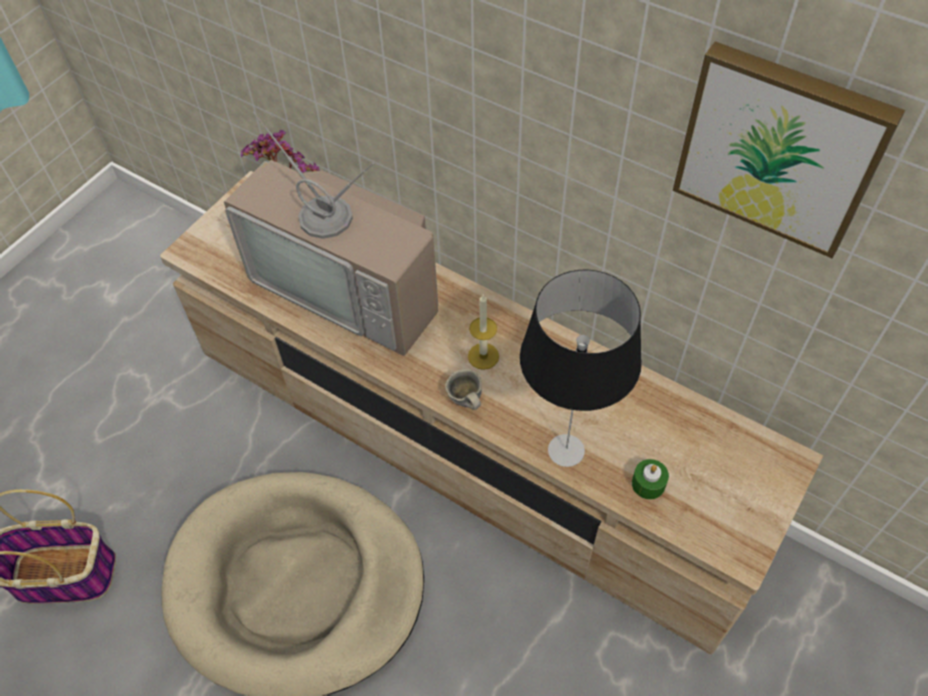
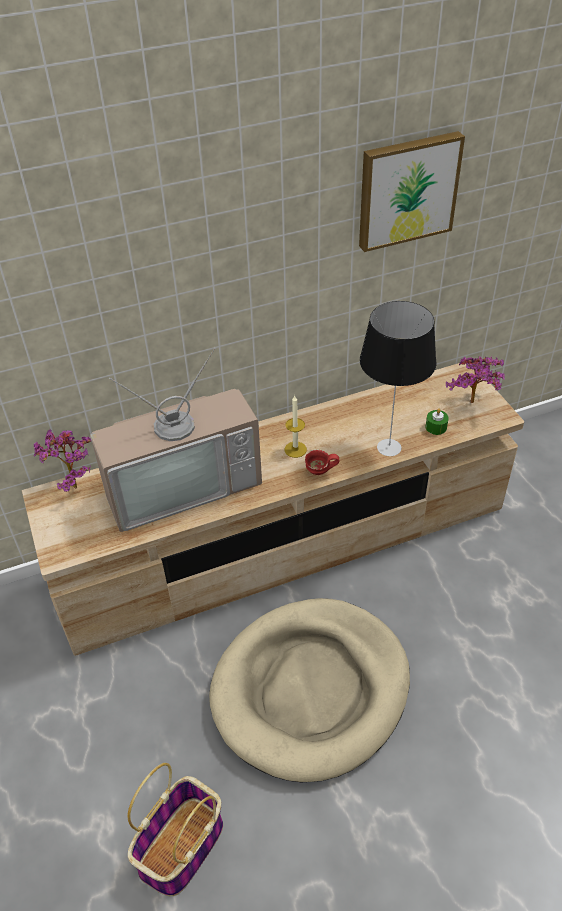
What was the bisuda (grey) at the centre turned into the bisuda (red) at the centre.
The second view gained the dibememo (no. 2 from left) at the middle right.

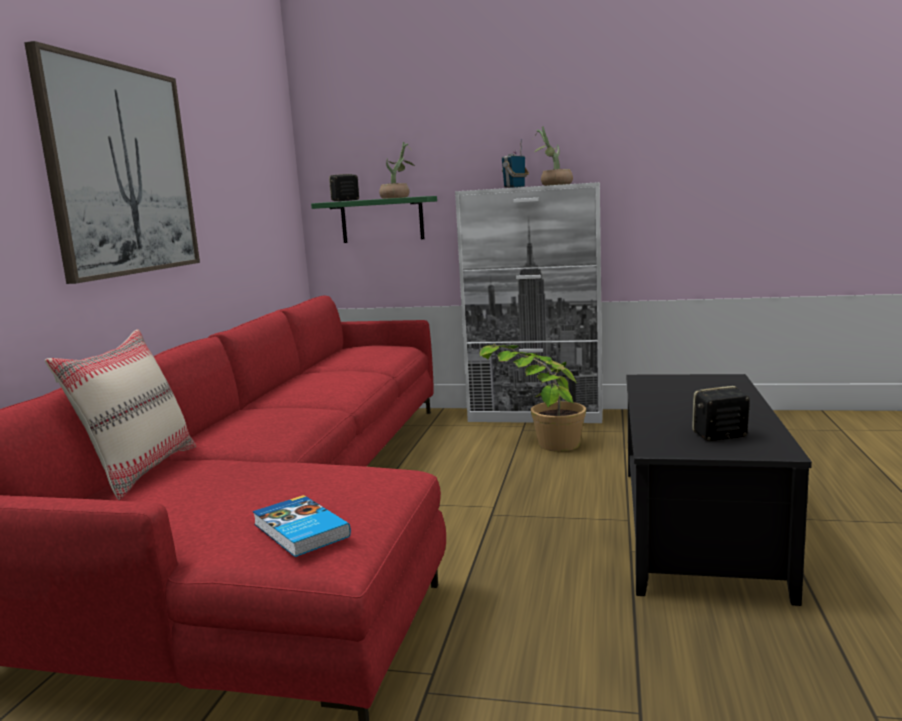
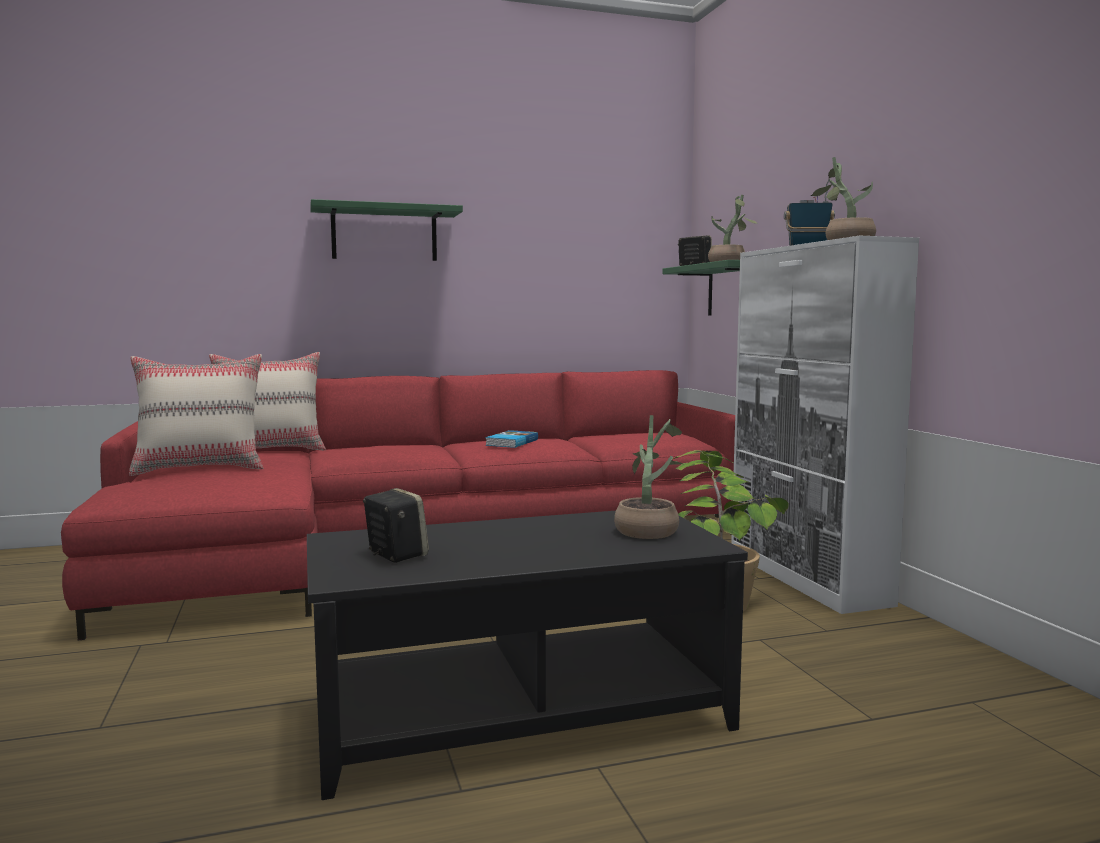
Where the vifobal hung at the top left, the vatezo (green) (no. 1 from left) came to hang at the top centre.
The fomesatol ended up elsewhere, having gone from the bottom centre to the centre.
The second view gained the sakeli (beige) (no. 1 from left) at the middle left.
The second view gained the dibememo (no. 1 from left) at the centre.

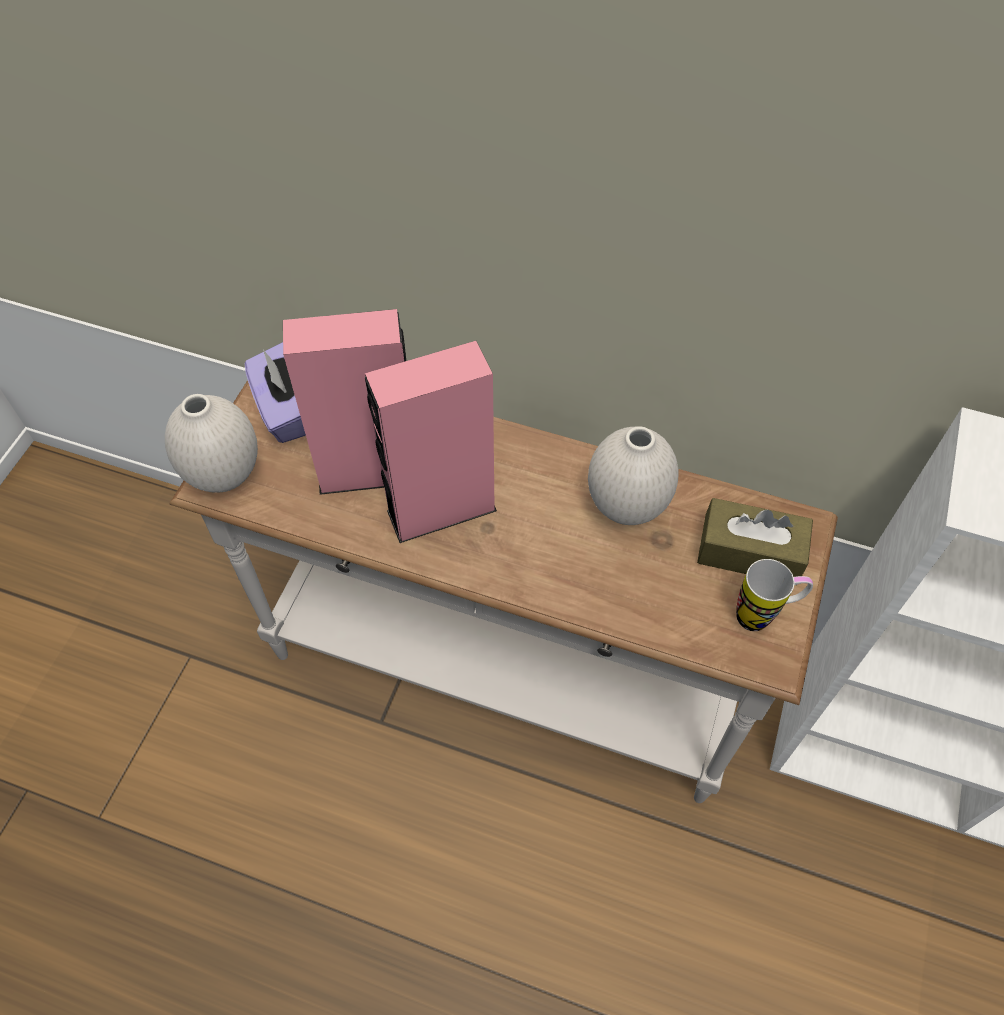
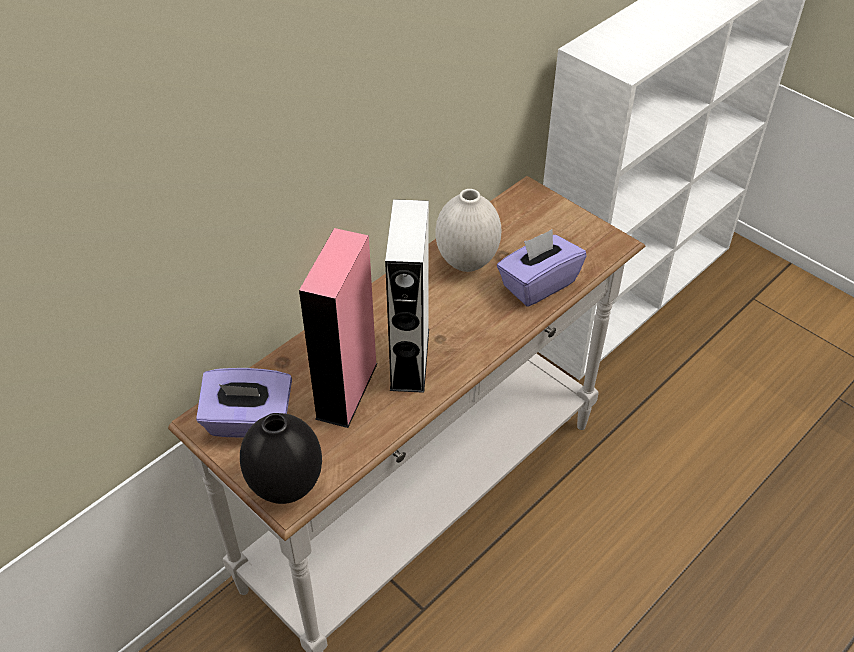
What was the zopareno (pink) (no. 2 from left) at the centre turned into the zopareno (white) at the centre.
What was the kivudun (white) (no. 1 from left) at the middle left turned into the kivudun (black) at the bottom left.
The second view lost the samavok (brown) at the middle right.
The second view lost the bisuda at the middle right.
The second view gained the samavok (purple) (no. 2 from left) at the centre.

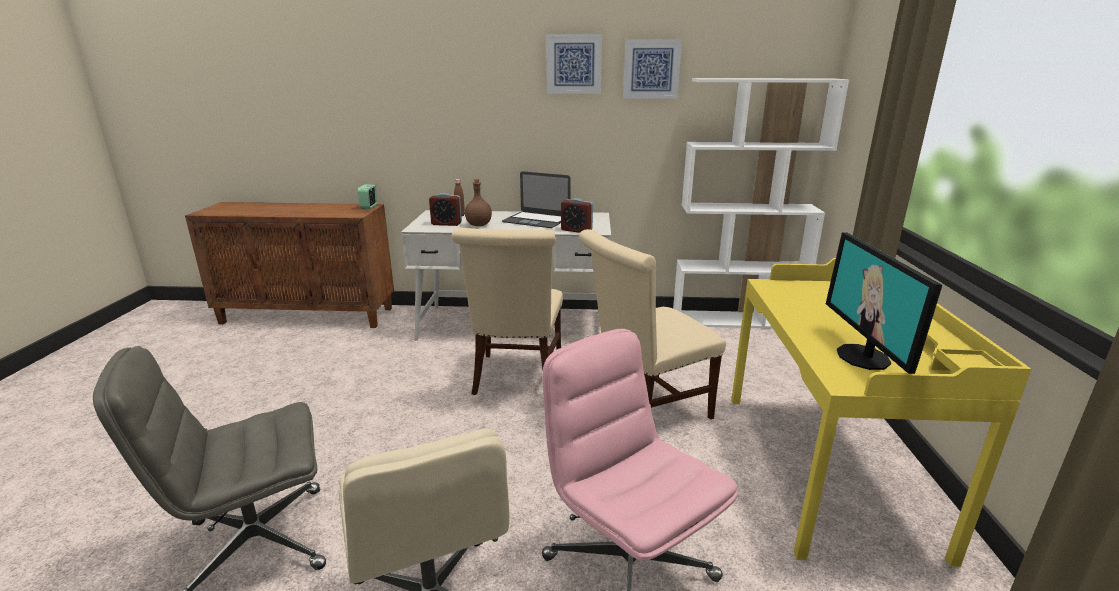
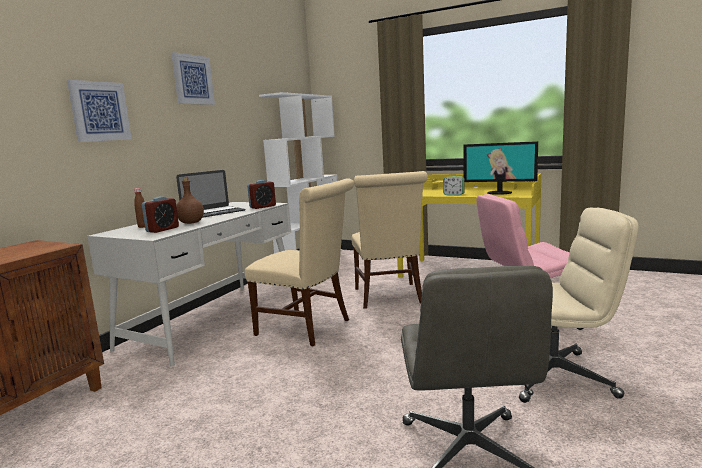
The vifobal (no. 2 from left in the first image) ended up elsewhere, having gone from the top centre to the top left.
The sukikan (no. 1 from left in the first image) ended up elsewhere, having gone from the top left to the centre.

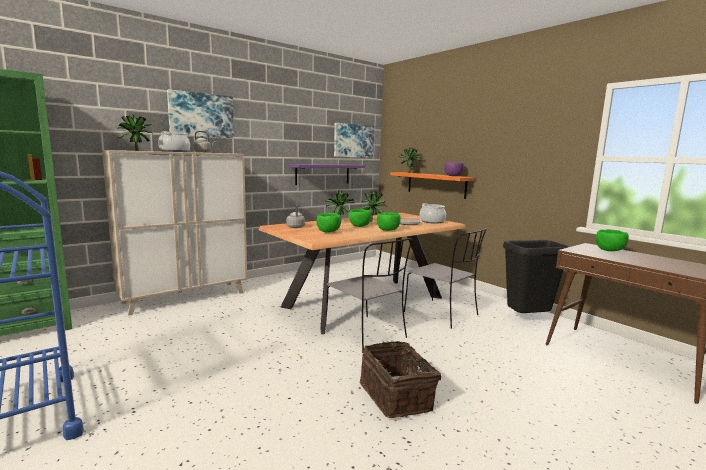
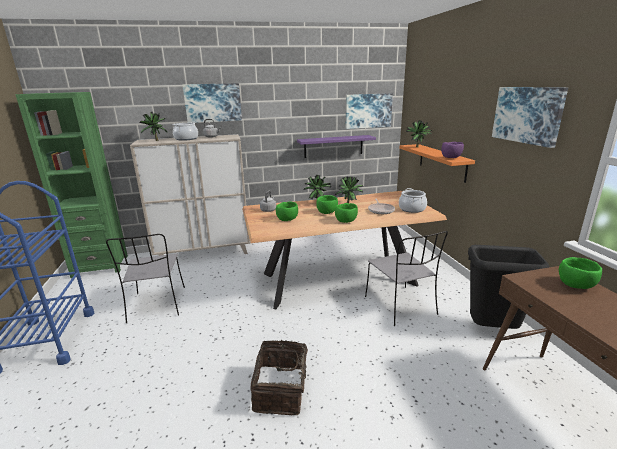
The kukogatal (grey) (no. 1 from left) ended up elsewhere, having gone from the centre to the middle left.
The second view gained the vifobal (no. 3 from left) at the top right.

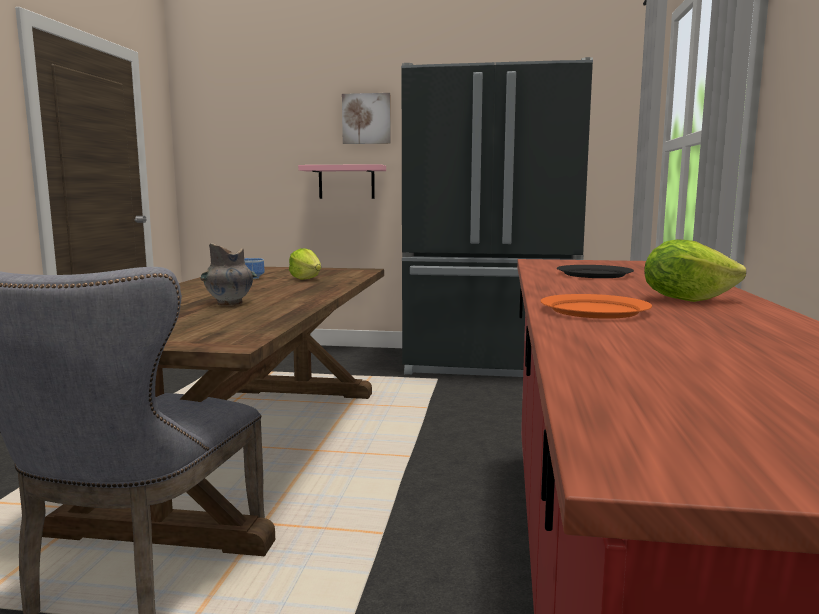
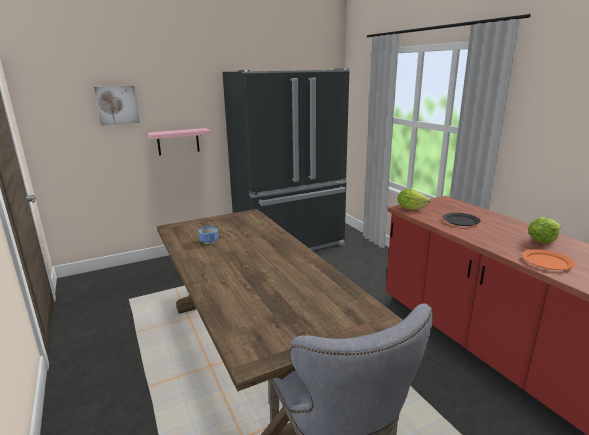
The vifobal ended up elsewhere, having gone from the top centre to the top left.
The second view lost the kivudun (grey) at the middle left.
The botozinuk (no. 1 from left) ended up elsewhere, having gone from the centre to the middle right.

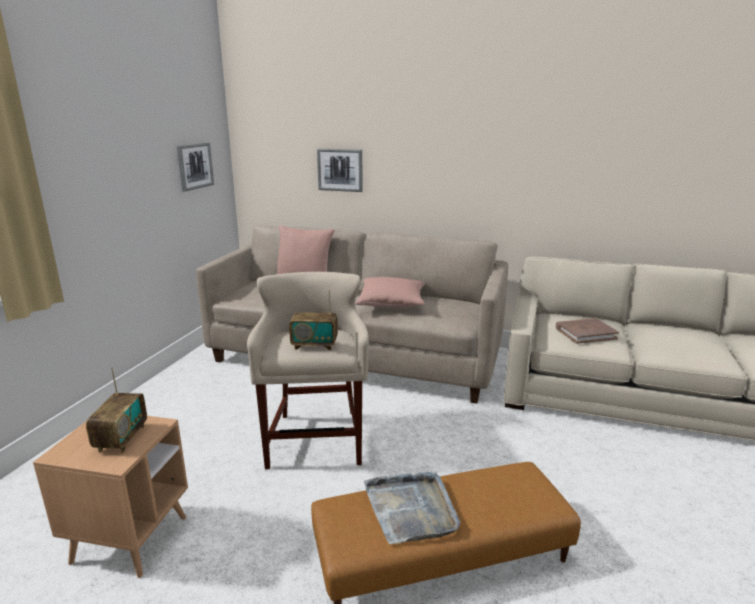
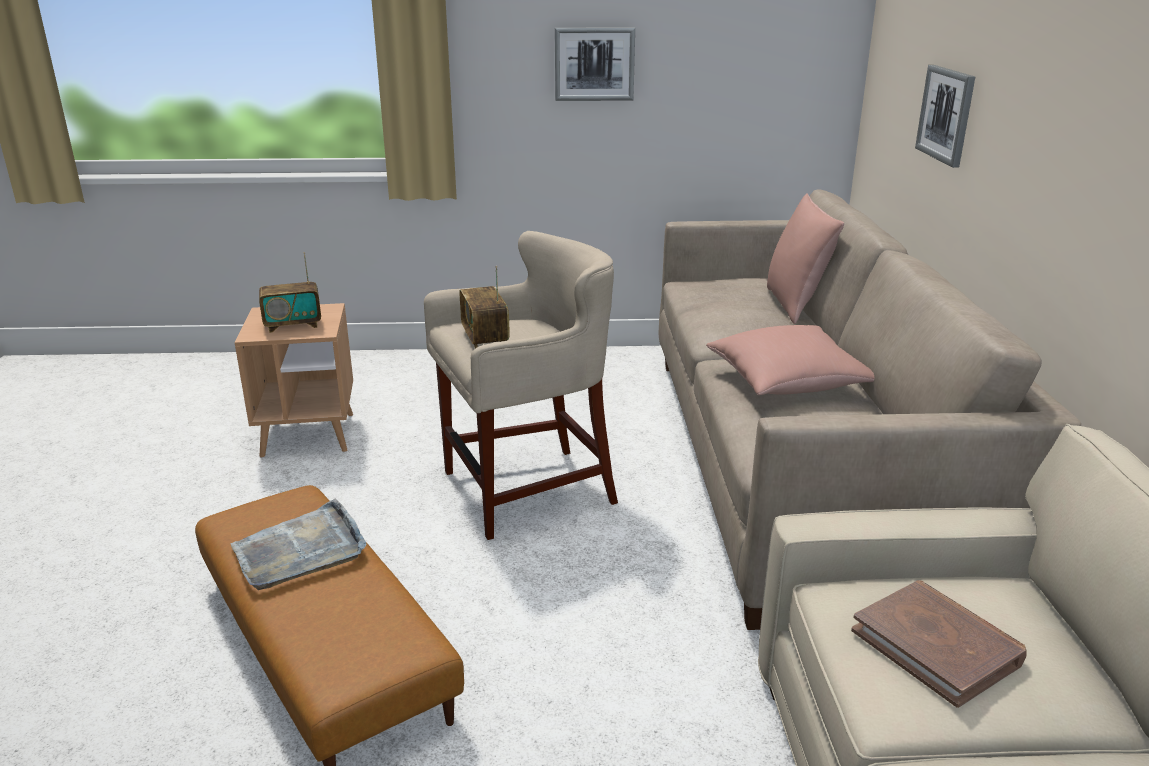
The vifobal (no. 1 from left) ended up elsewhere, having gone from the top left to the top centre.

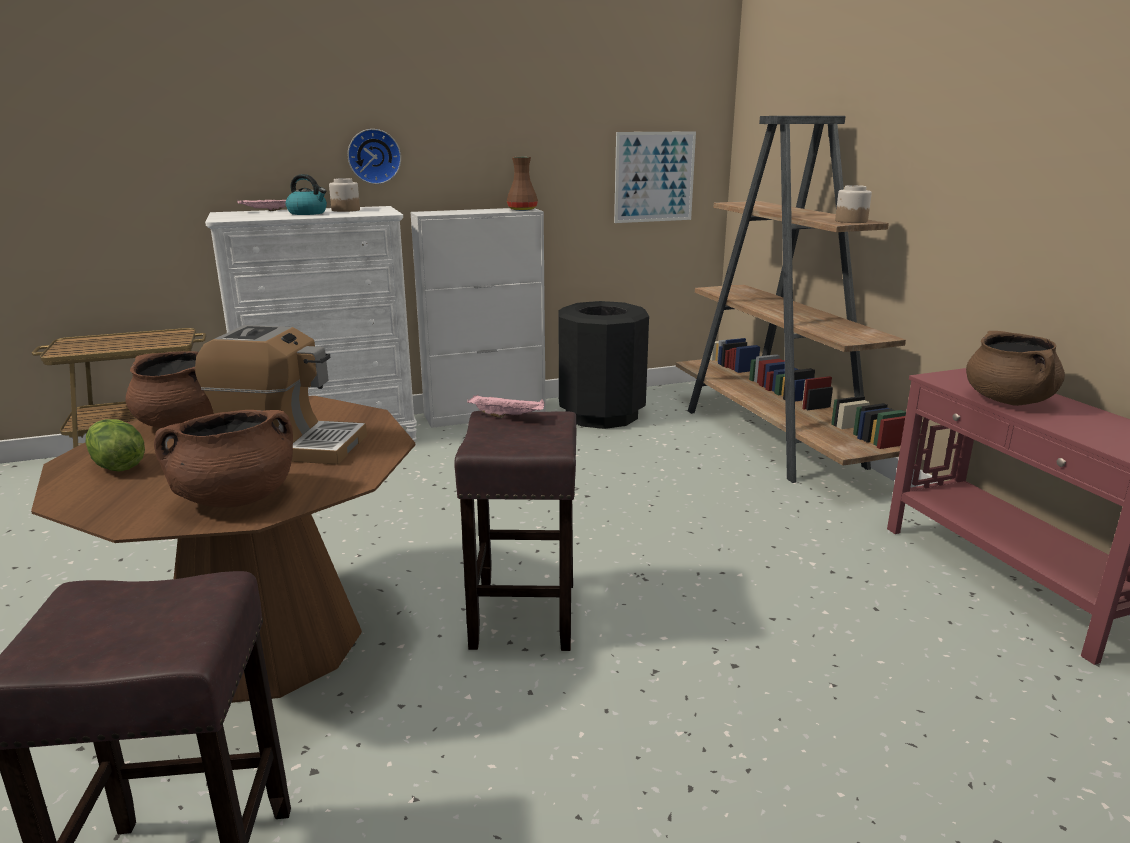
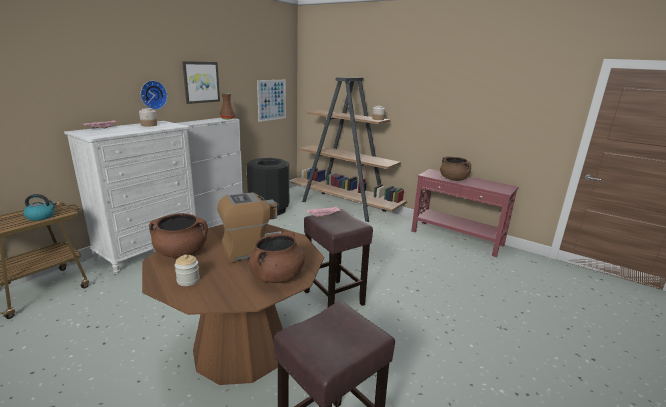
The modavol ended up elsewhere, having gone from the top left to the middle left.
Where the botozinuk stood at the middle left, the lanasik (no. 2 from left) came to stand at the middle left.
The second view gained the vifobal (no. 1 from left) at the top left.

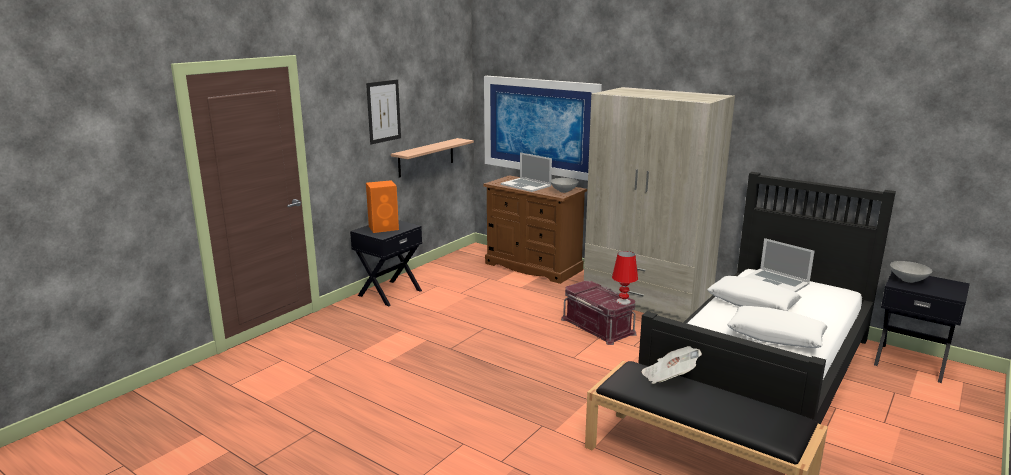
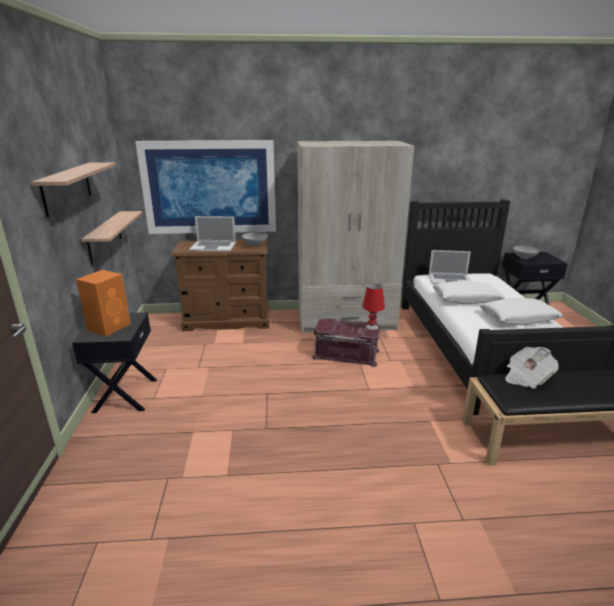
Where the vifobal (no. 1 from left) hung at the top centre, the vatezo (no. 1 from left) came to hang at the top left.

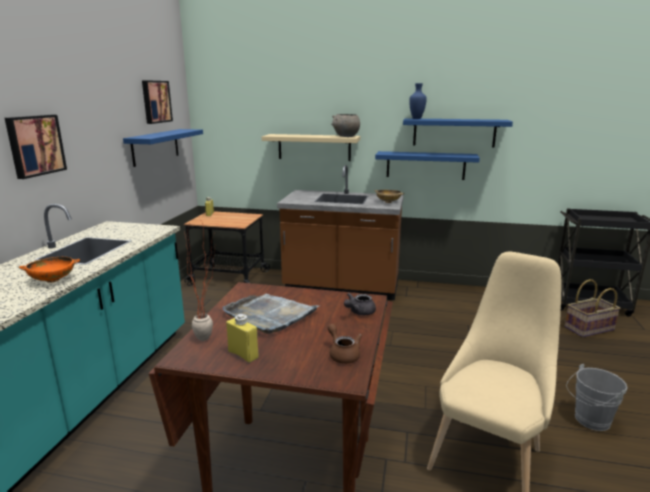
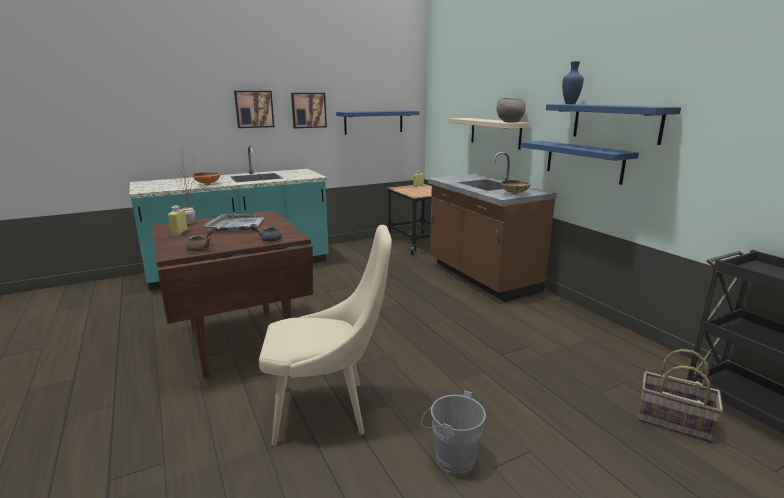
The vifobal (no. 2 from left) ended up elsewhere, having gone from the top left to the top centre.

